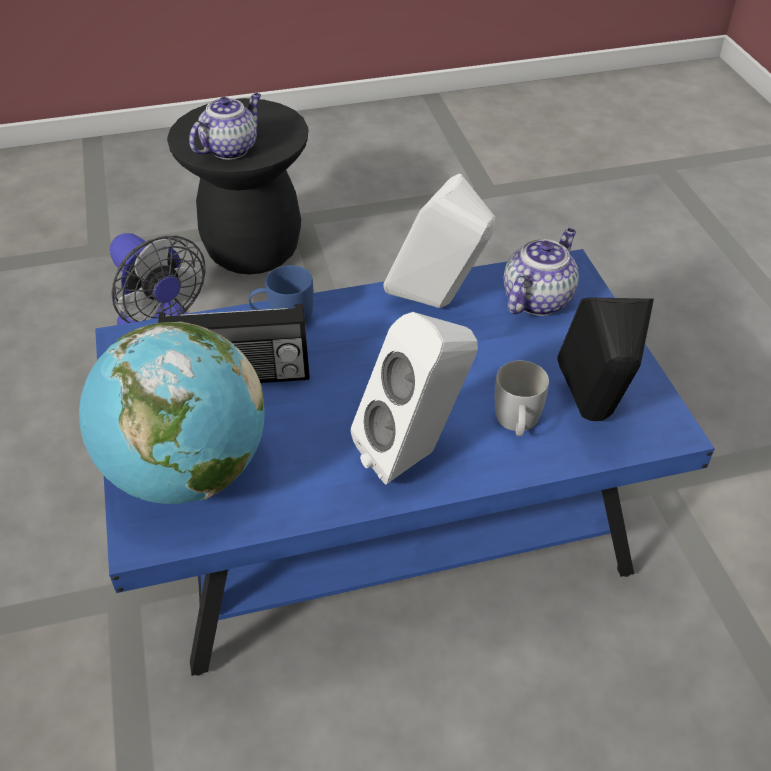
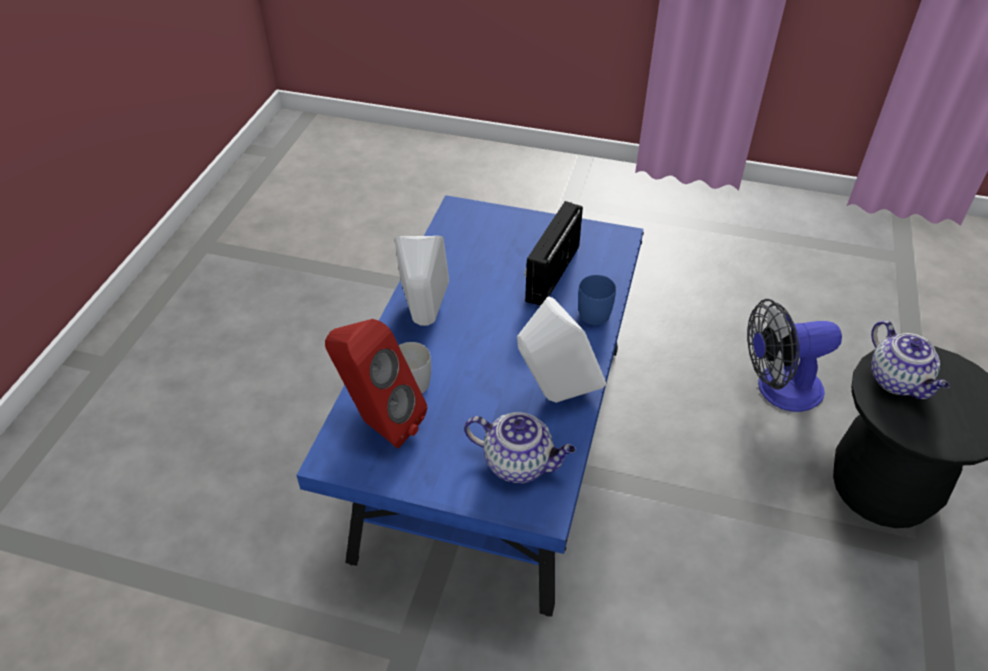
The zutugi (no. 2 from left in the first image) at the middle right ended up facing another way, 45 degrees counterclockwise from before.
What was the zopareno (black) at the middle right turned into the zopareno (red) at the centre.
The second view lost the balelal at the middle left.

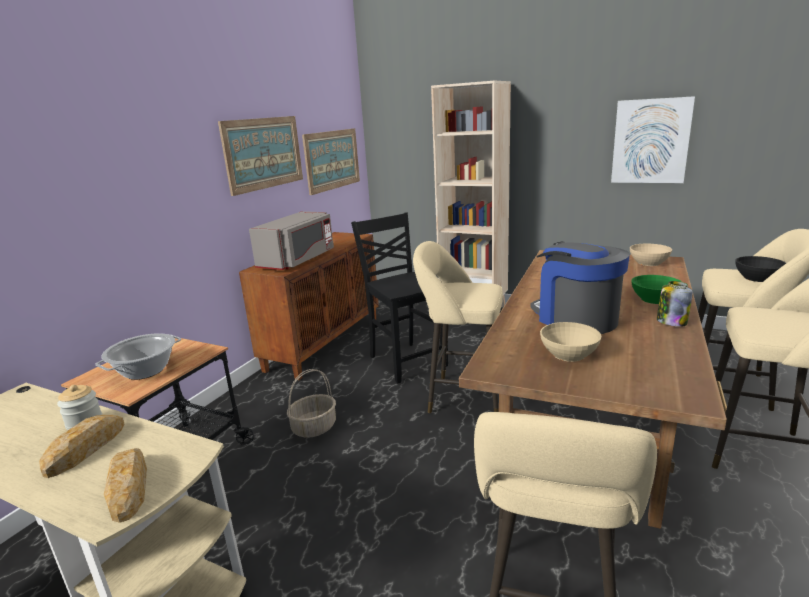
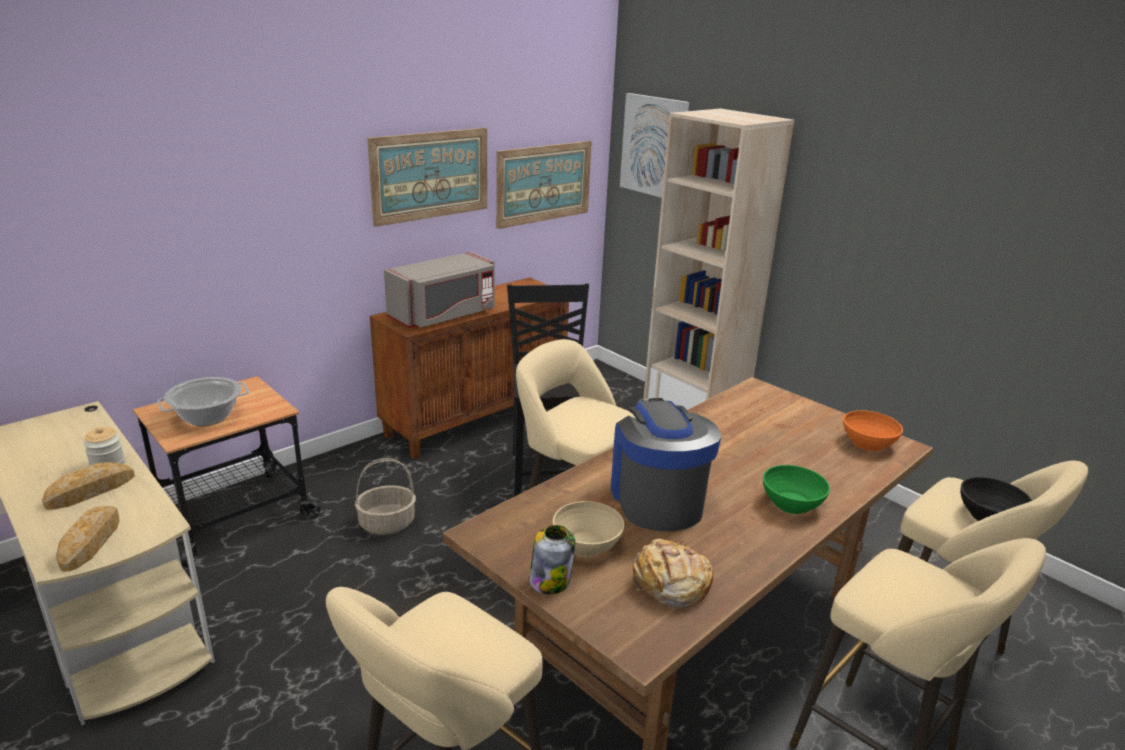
The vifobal (no. 3 from left) ended up elsewhere, having gone from the top right to the top centre.
What was the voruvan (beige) (no. 2 from left) at the middle right turned into the voruvan (orange) at the middle right.
The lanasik (no. 2 from left) ended up elsewhere, having gone from the middle right to the bottom centre.
The second view gained the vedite (no. 3 from left) at the bottom centre.

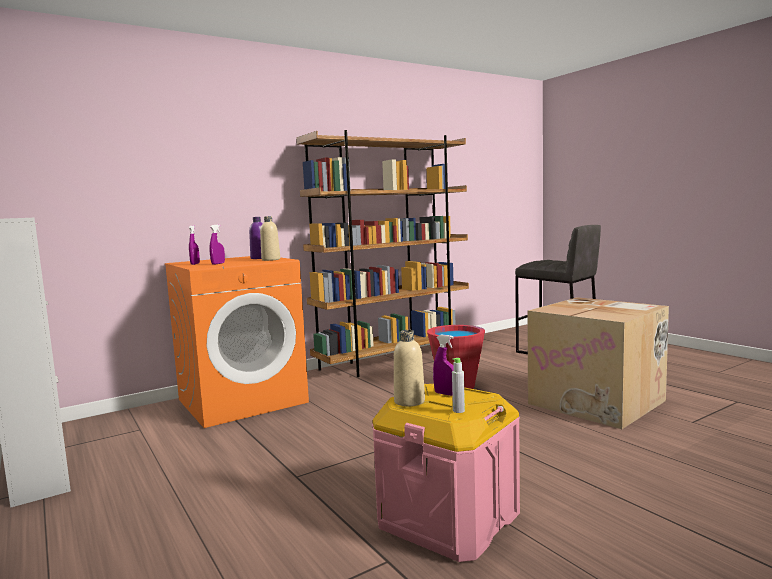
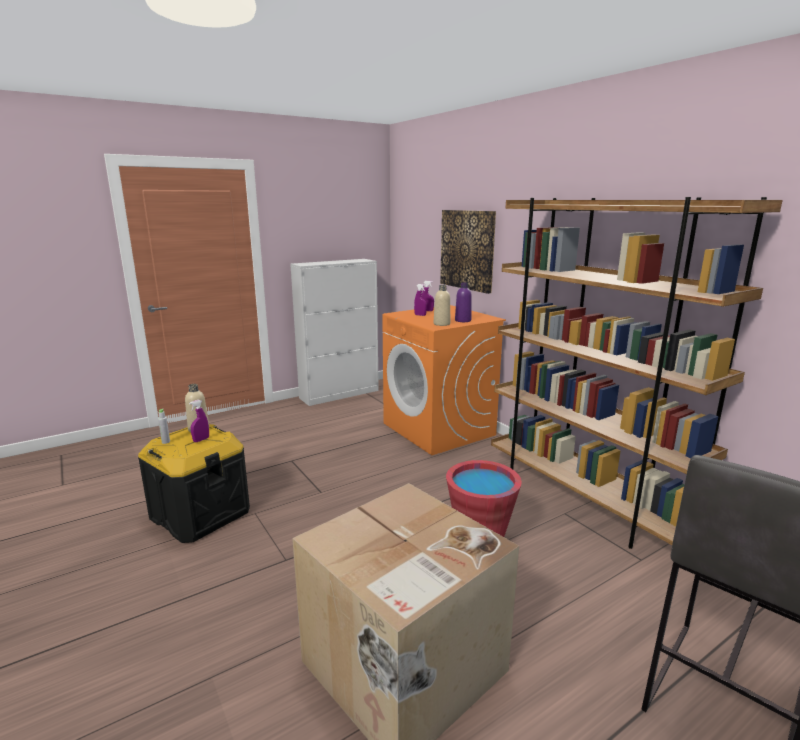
What was the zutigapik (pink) at the bottom centre turned into the zutigapik (black) at the middle left.
The second view gained the vifobal at the centre.

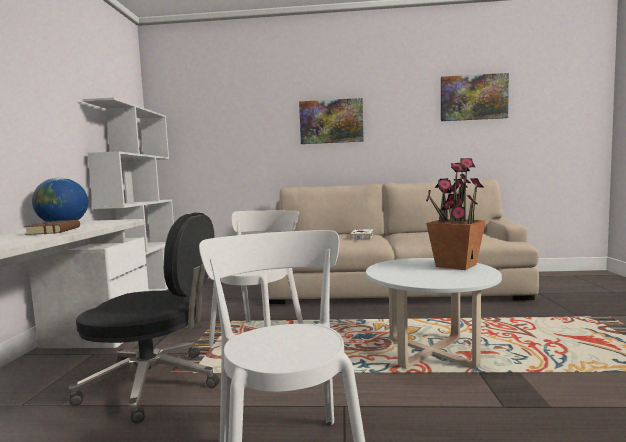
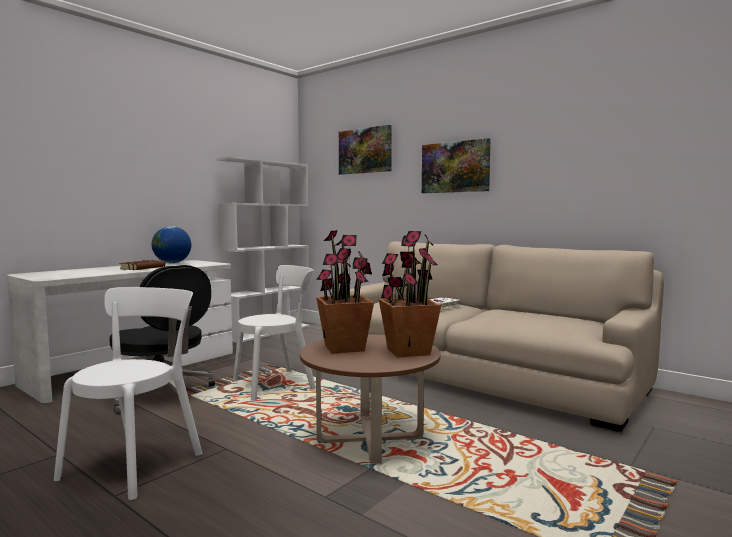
The vifobal (no. 2 from left in the first image) ended up elsewhere, having gone from the top right to the top centre.
What was the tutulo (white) at the bottom right turned into the tutulo (brown) at the bottom centre.
The second view gained the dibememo (no. 1 from left) at the centre.

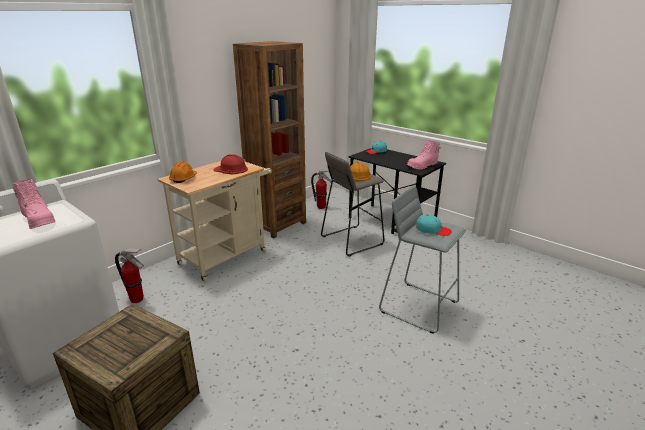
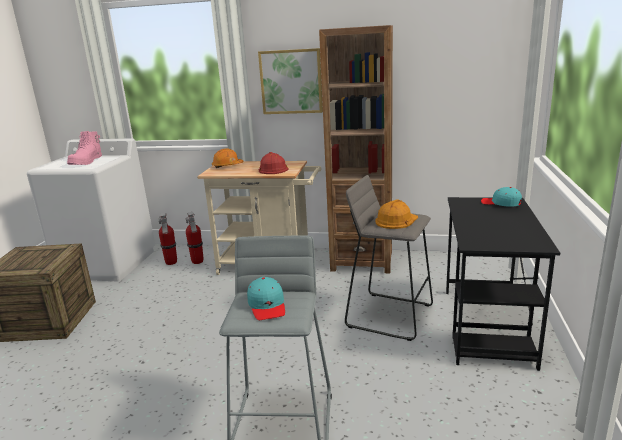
The second view lost the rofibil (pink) (no. 2 from left) at the centre.
The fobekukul (no. 2 from left) ended up elsewhere, having gone from the centre to the middle left.
The second view gained the vifobal at the top centre.

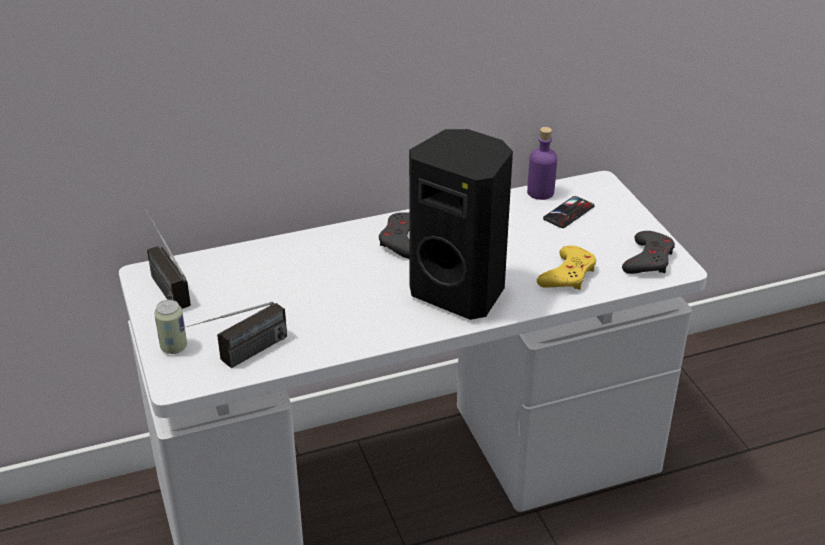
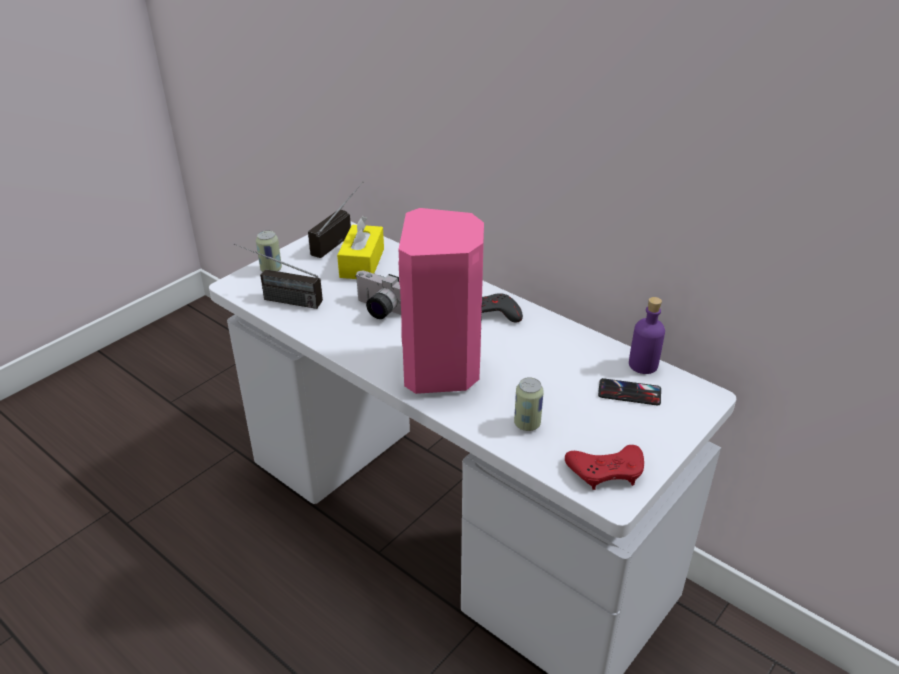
What was the zopareno (black) at the centre turned into the zopareno (pink) at the centre.
What was the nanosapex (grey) (no. 2 from left) at the middle right turned into the nanosapex (red) at the bottom right.
Where the nanosapex (yellow) stood at the middle right, the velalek (no. 2 from left) came to stand at the centre.
The second view gained the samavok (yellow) at the centre.
The second view gained the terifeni at the centre.

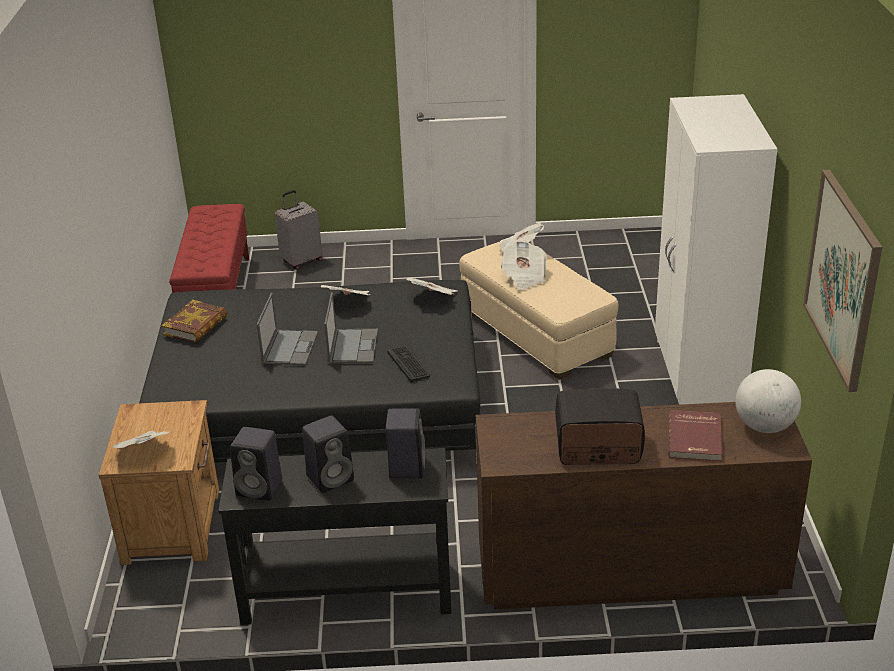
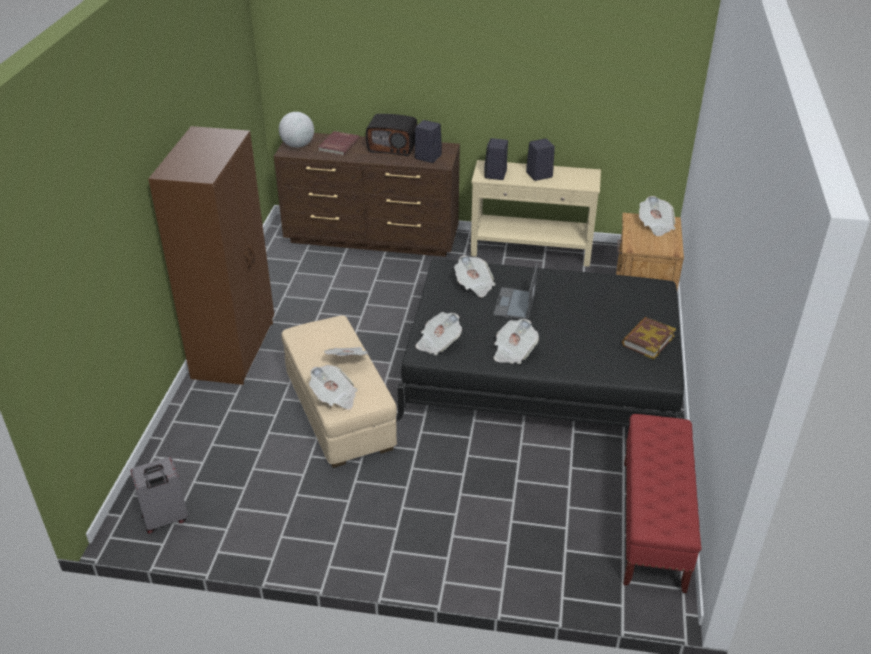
What was the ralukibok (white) at the middle right turned into the ralukibok (brown) at the middle left.
The second view lost the vifobal at the middle right.
The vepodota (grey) ended up elsewhere, having gone from the centre to the bottom left.
The second view lost the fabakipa (no. 1 from left) at the middle left.
Where the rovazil stood at the centre, the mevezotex (no. 4 from left) came to stand at the centre.
The zopareno (black) (no. 1 from left) ended up elsewhere, having gone from the bottom left to the top centre.
What was the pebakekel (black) at the bottom centre turned into the pebakekel (beige) at the top centre.

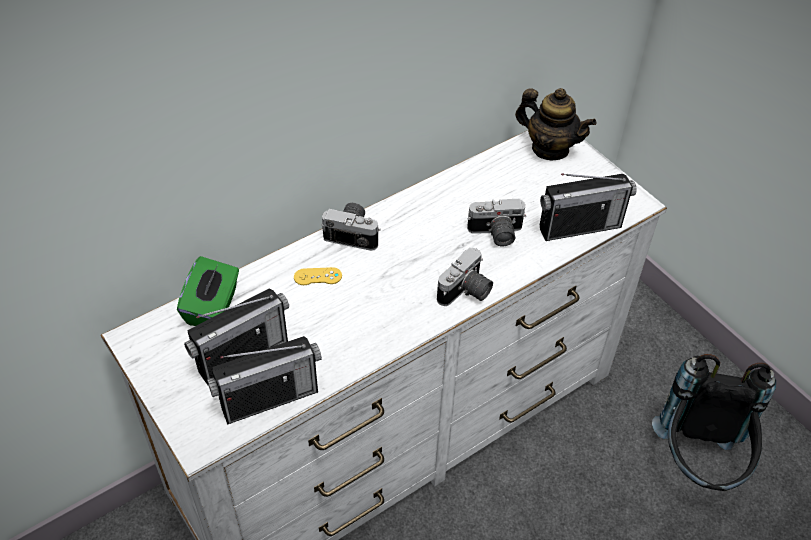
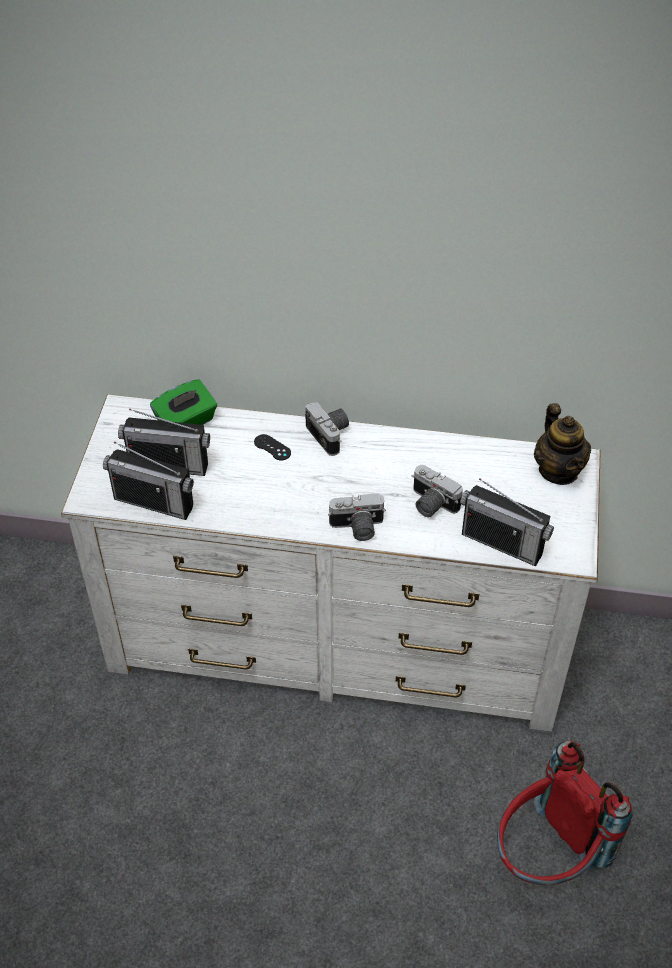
What was the nanosapex (yellow) at the centre turned into the nanosapex (black) at the centre.
What was the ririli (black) at the bottom right turned into the ririli (red) at the bottom right.

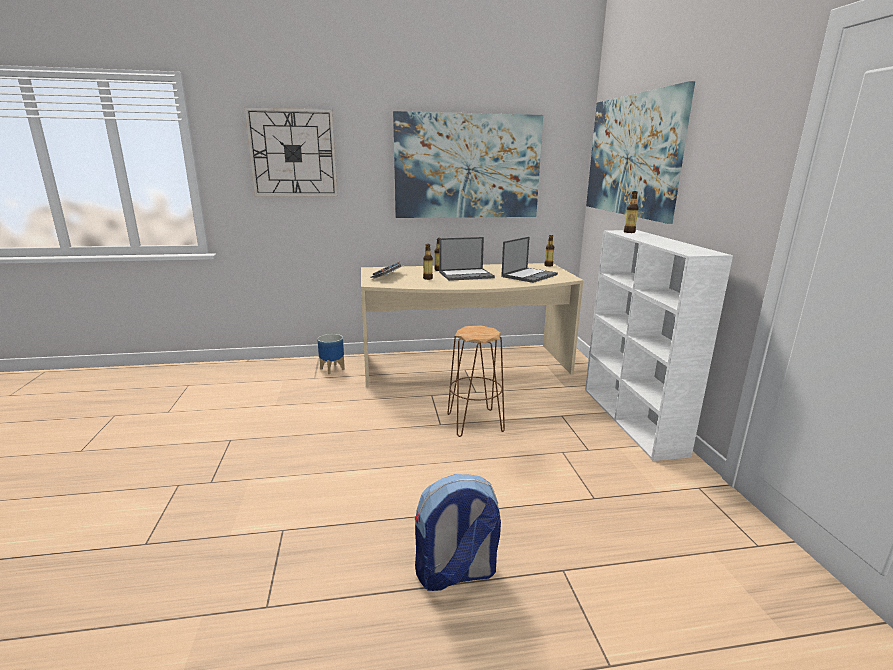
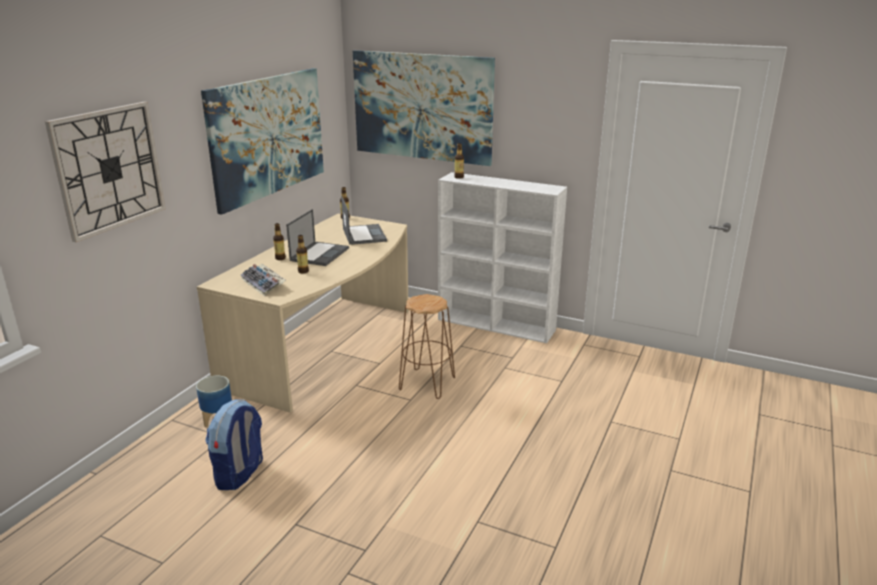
The ririli ended up elsewhere, having gone from the bottom centre to the bottom left.

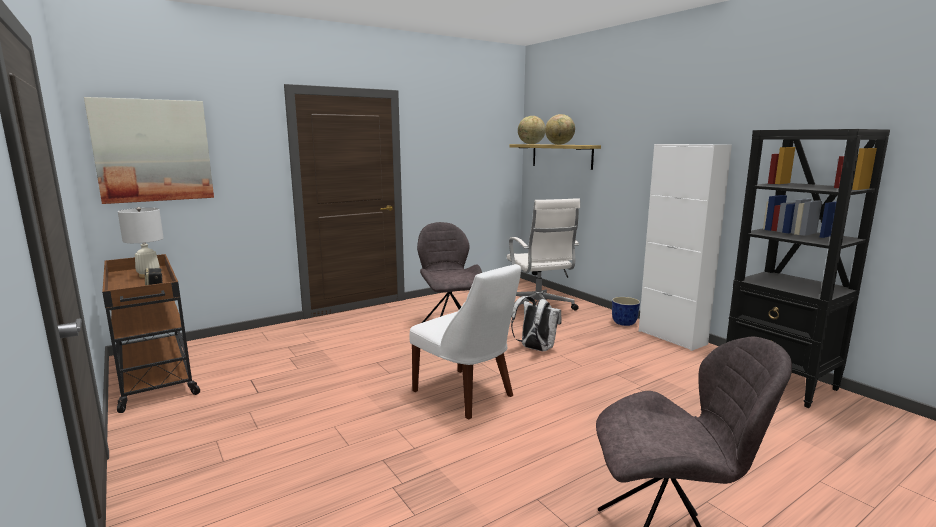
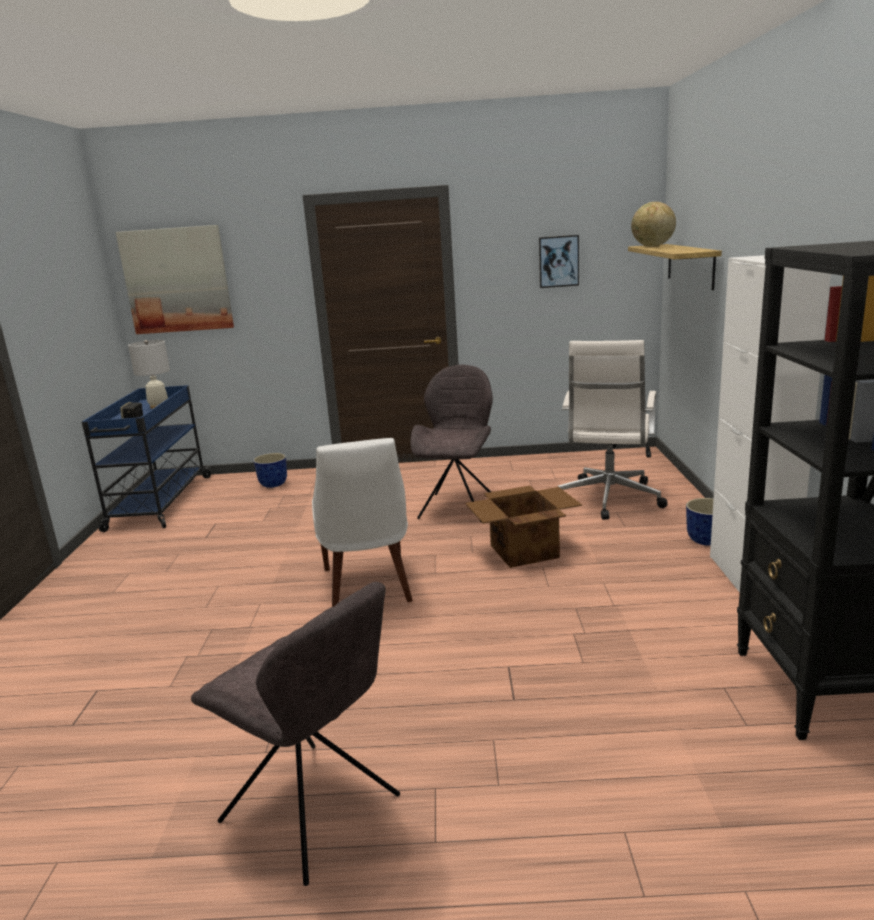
The second view lost the balelal (no. 2 from left) at the top centre.
What was the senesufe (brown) at the middle left turned into the senesufe (blue) at the middle left.
Where the ririli (white) stood at the centre, the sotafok came to stand at the centre.
The second view gained the vifobal (no. 2 from left) at the top centre.
The second view gained the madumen (no. 1 from left) at the middle left.

